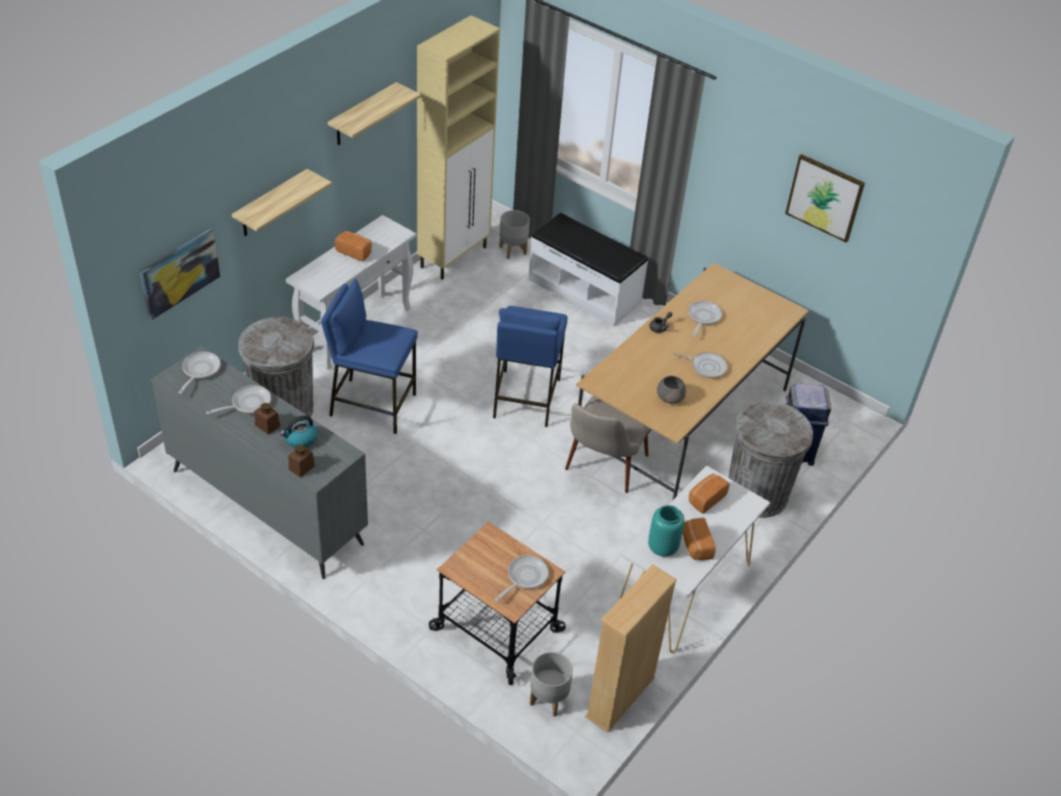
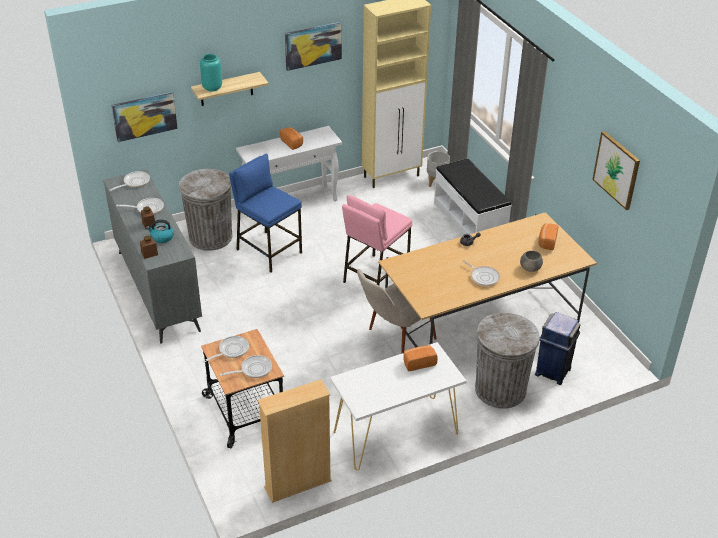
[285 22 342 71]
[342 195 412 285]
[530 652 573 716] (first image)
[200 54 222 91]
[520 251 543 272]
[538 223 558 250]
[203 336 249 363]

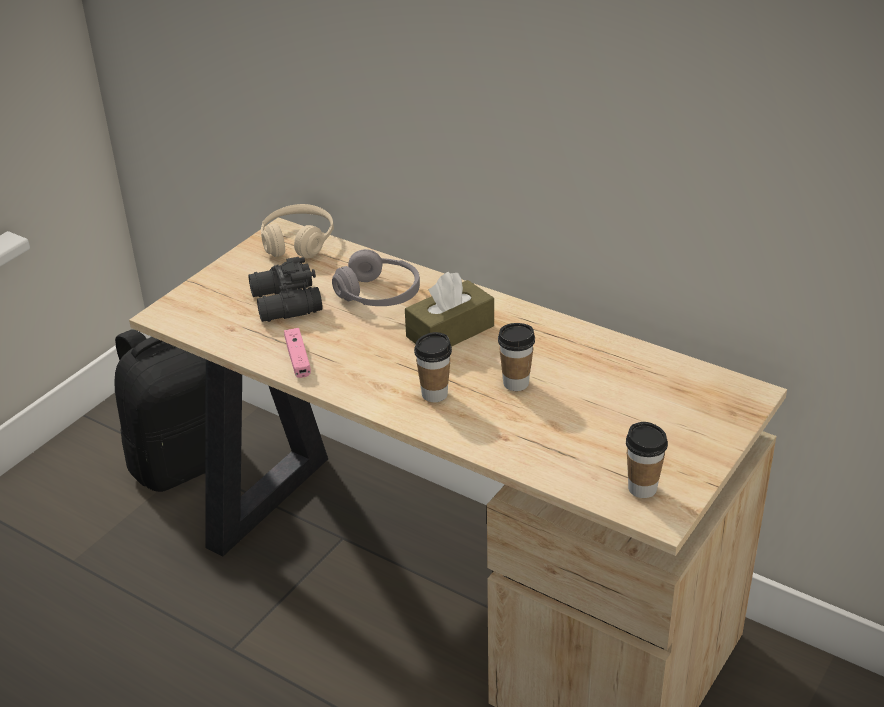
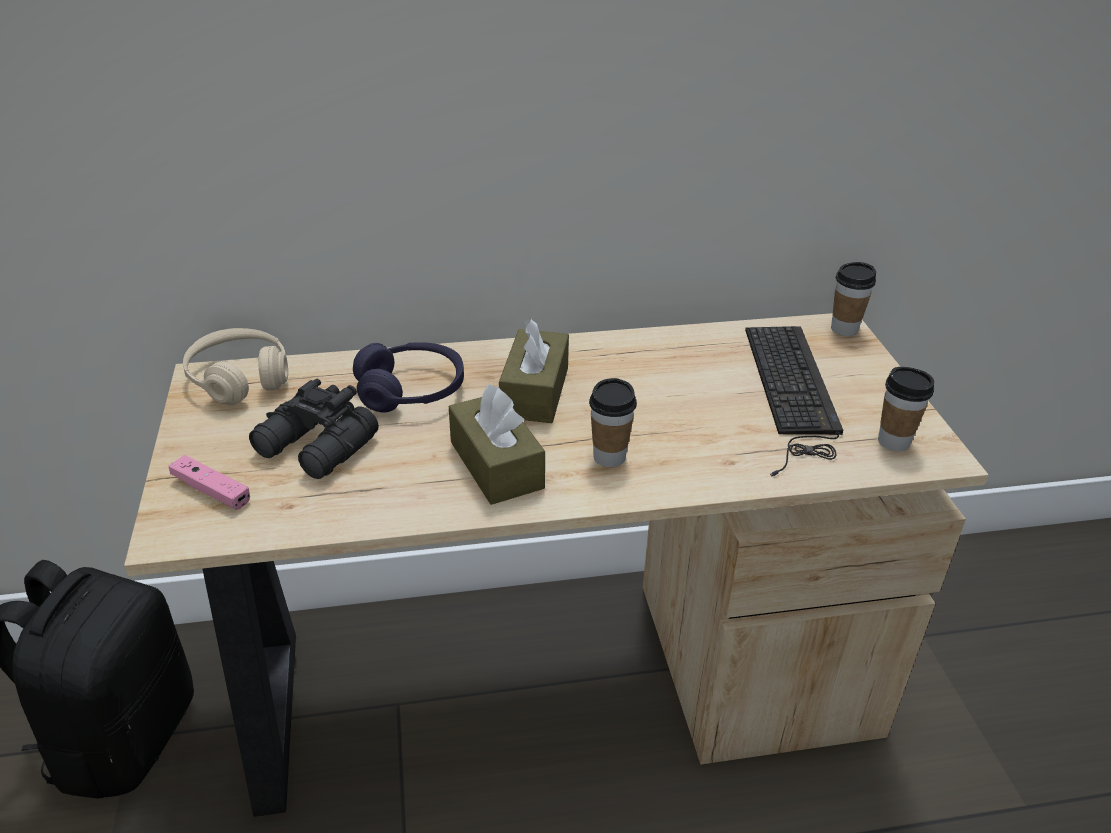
[168 455 250 510]
[353 342 464 412]
[831 262 876 336]
[449 384 545 505]
[745 326 843 476]

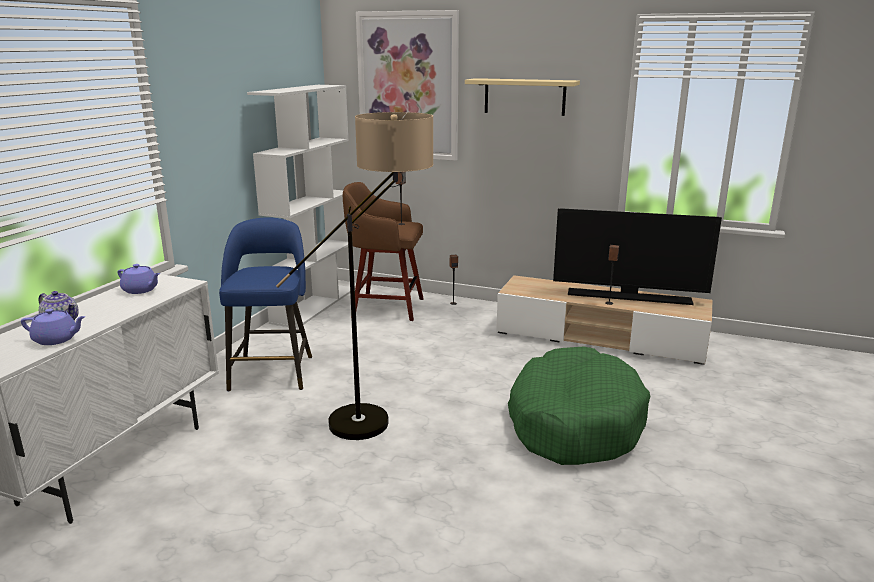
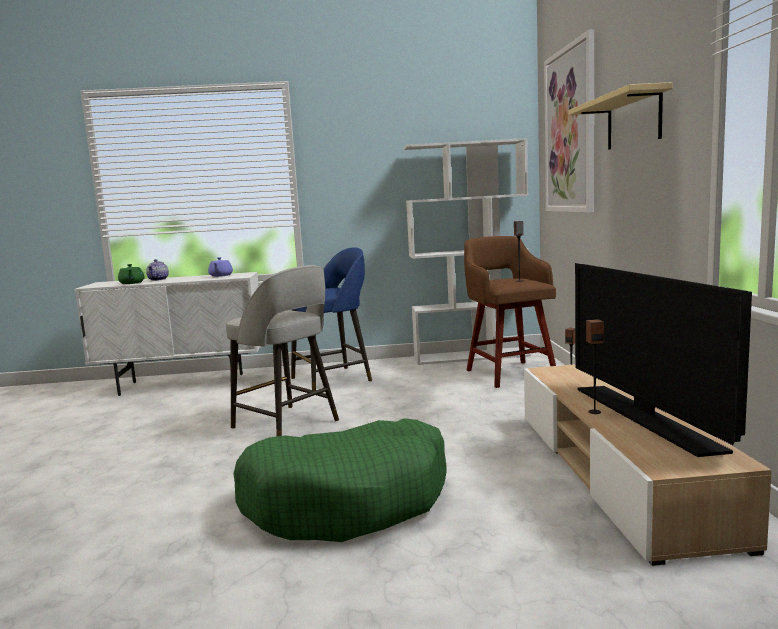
[118 264 145 284]
[226 265 339 436]

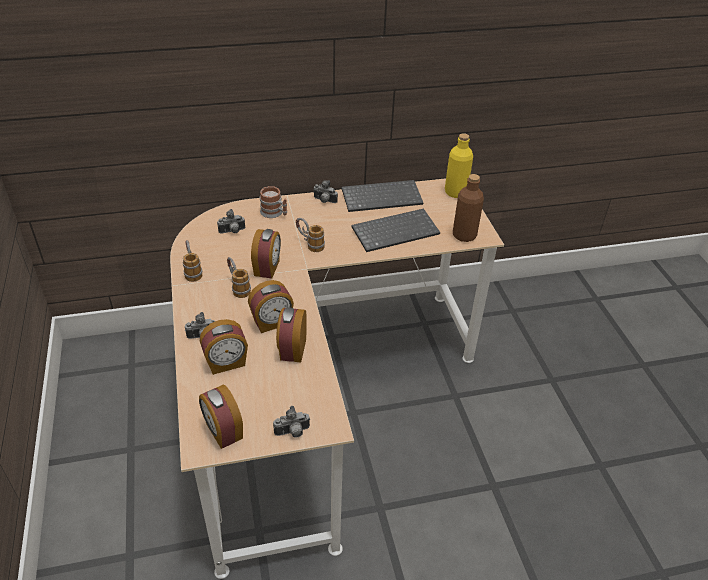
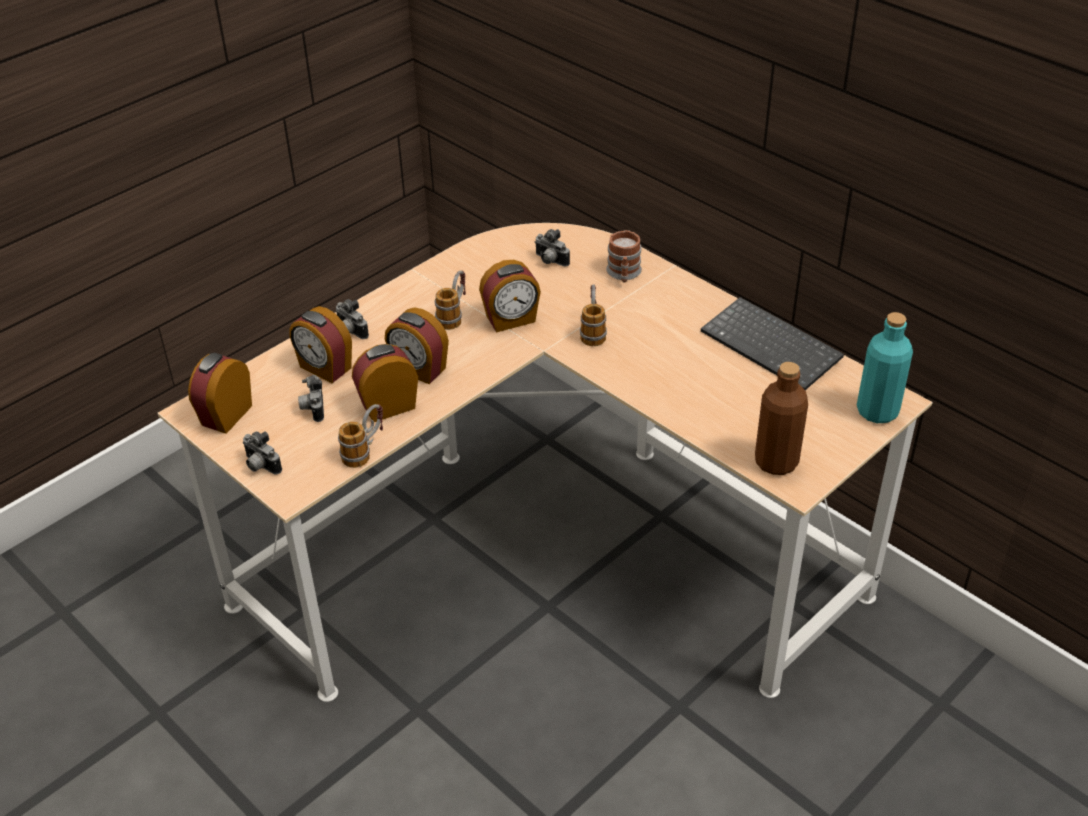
[338 404 383 468]
[298 375 324 422]
[352 208 440 252] (first image)
[857 312 913 423]

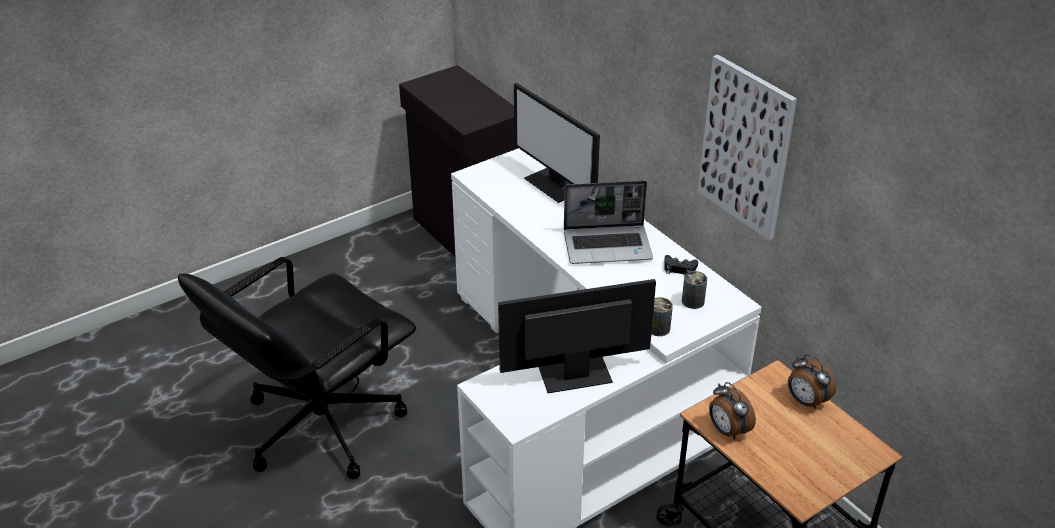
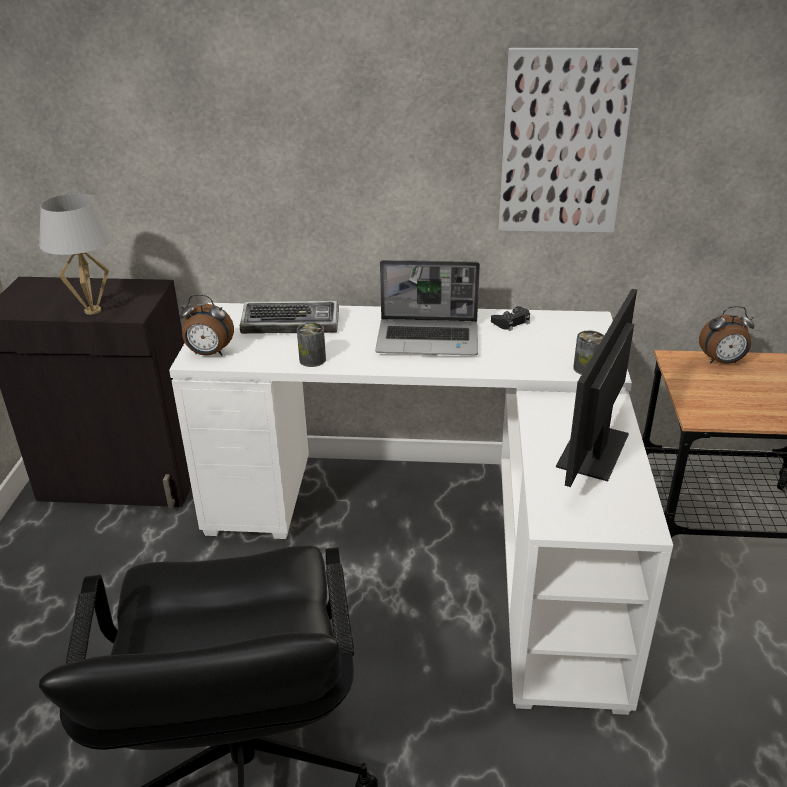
[240 301 339 334]
[375 260 480 355]
[297 323 326 367]
[179 294 234 356]
[39 194 113 315]

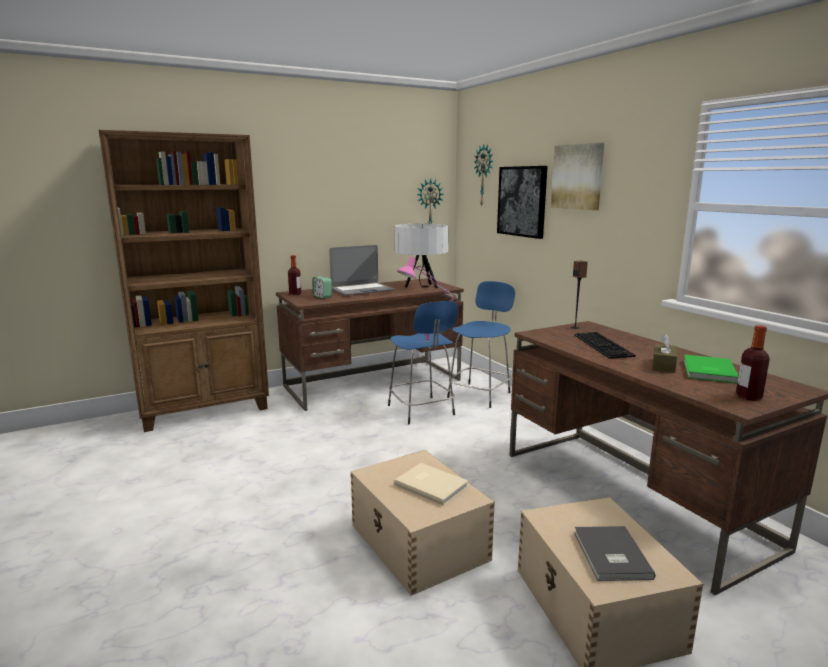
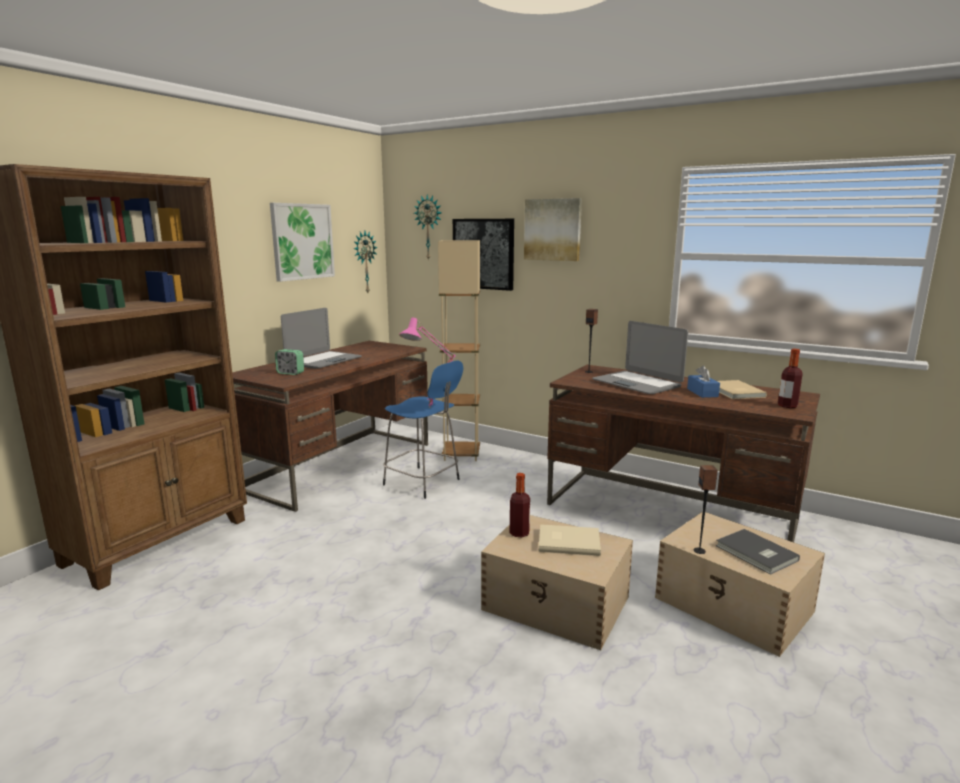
[510 473 530 537]
[394 224 449 288] (first image)
[438 240 480 461]
[592 321 688 394]
[687 365 720 398]
[717 380 767 399]
[270 203 335 282]
[693 465 718 554]

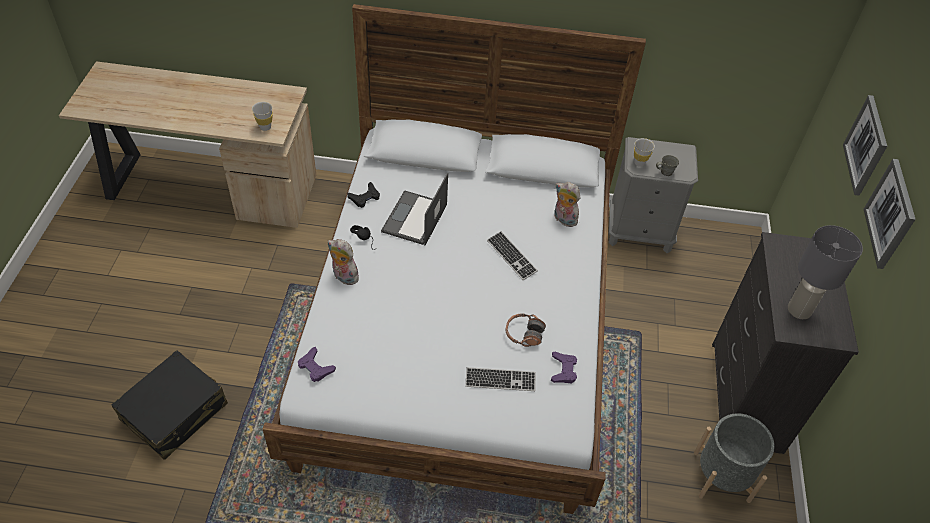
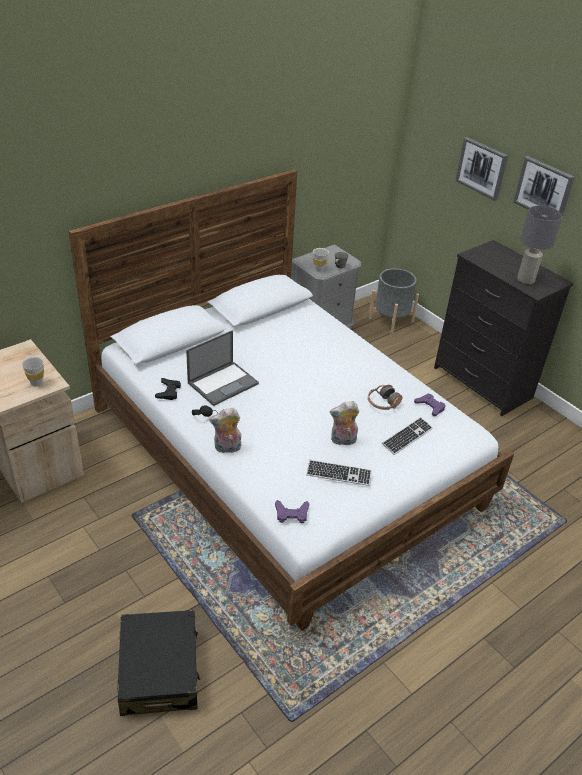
[186 330 259 406]
[306 460 372 486]
[330 401 359 445]
[368 268 419 333]

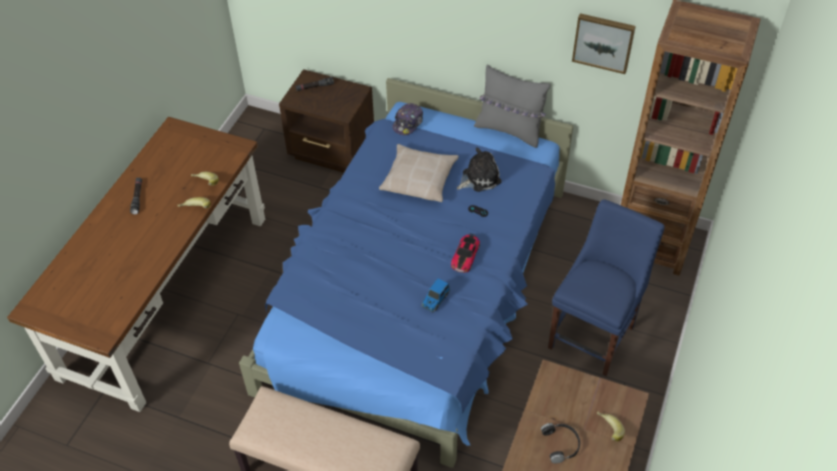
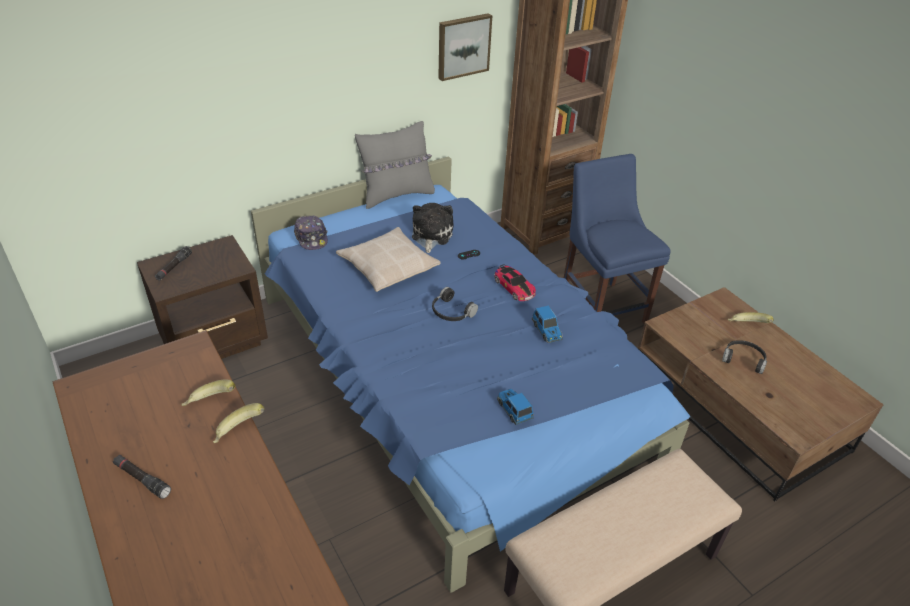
[432 287 478 321]
[497 389 534 425]

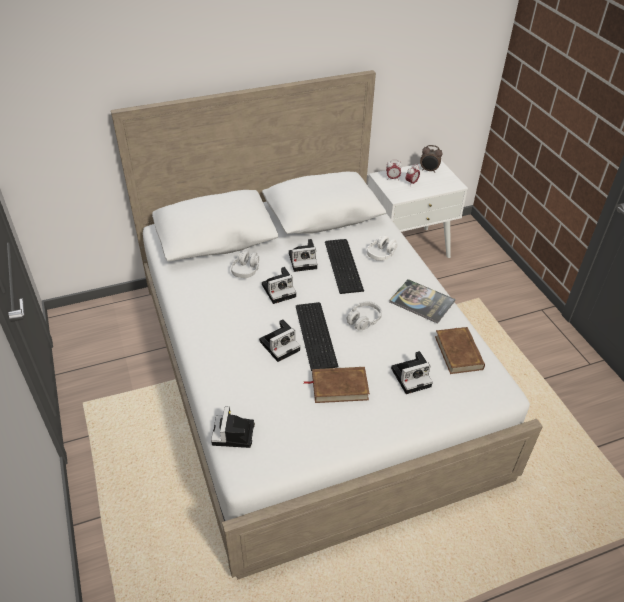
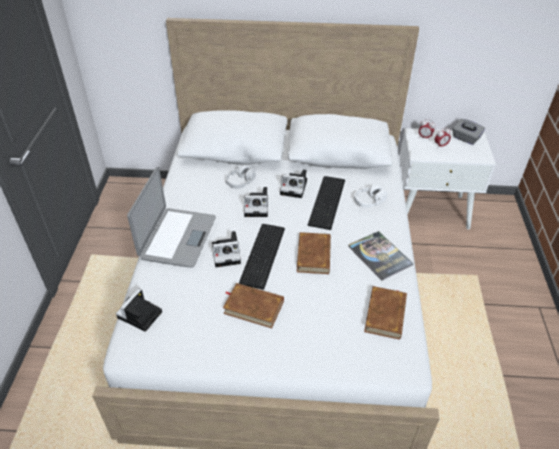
[297 232 331 274]
[391 351 433 394] (first image)
[453 119 485 145]
[127 167 216 267]

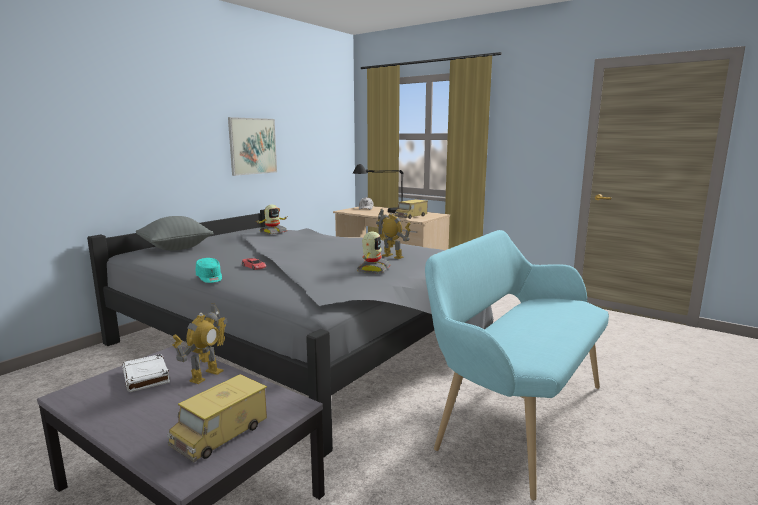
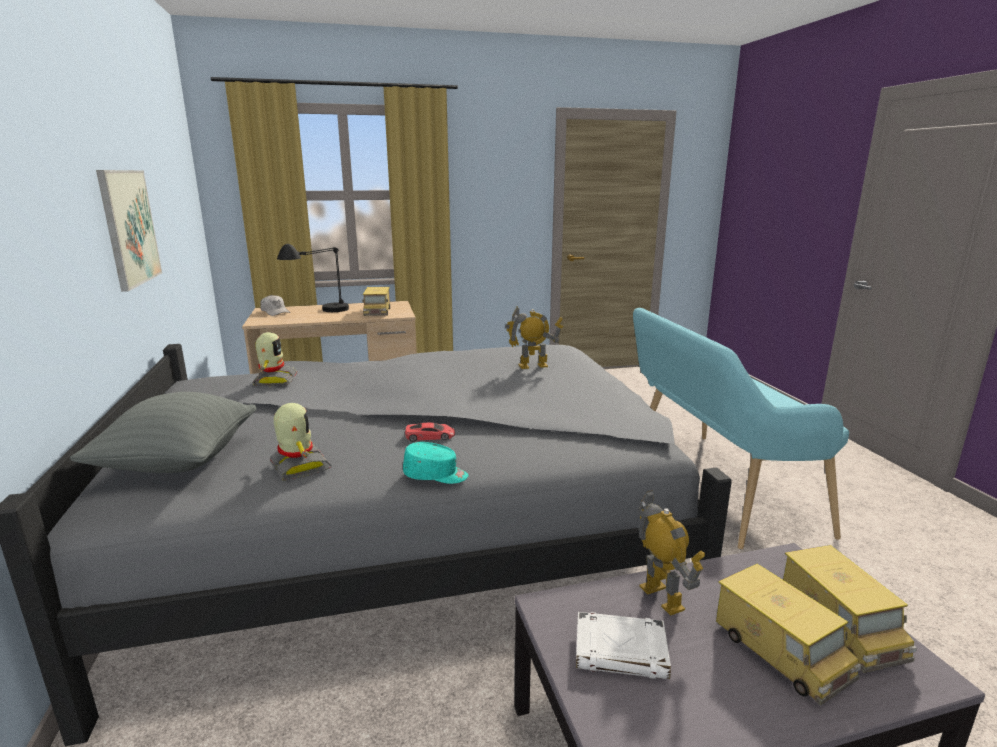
[270 403 331 481]
[716 564 862 705]

